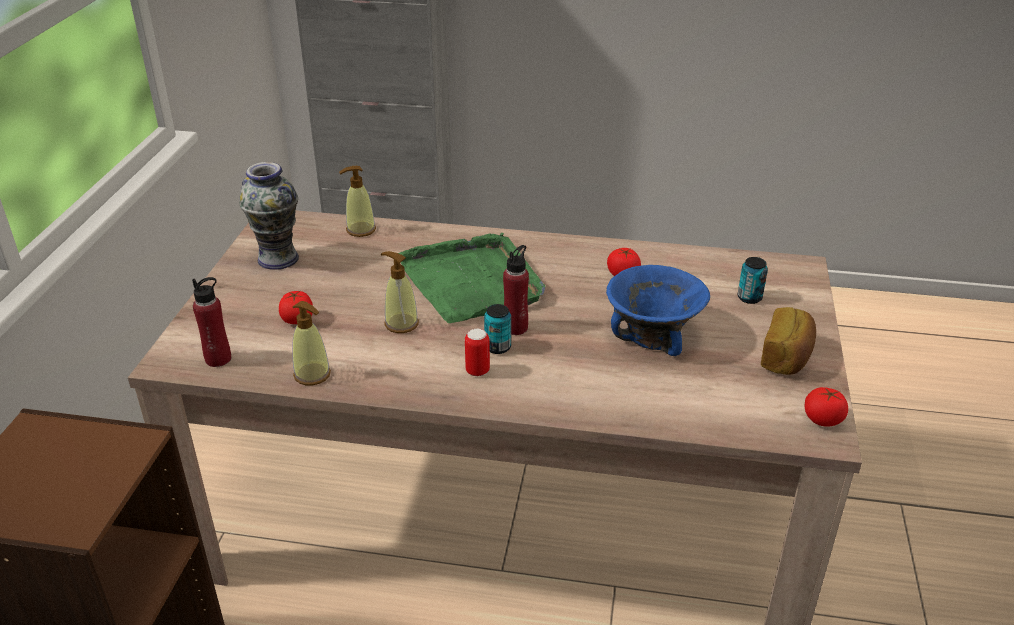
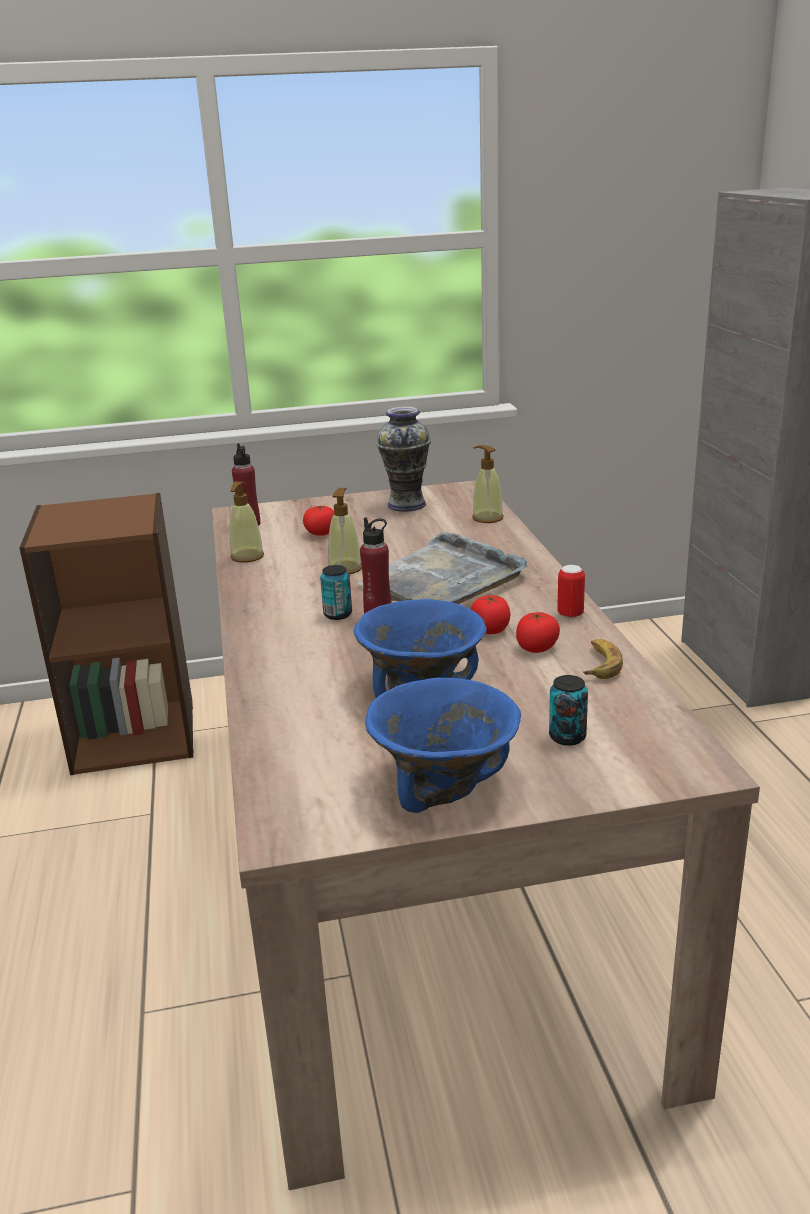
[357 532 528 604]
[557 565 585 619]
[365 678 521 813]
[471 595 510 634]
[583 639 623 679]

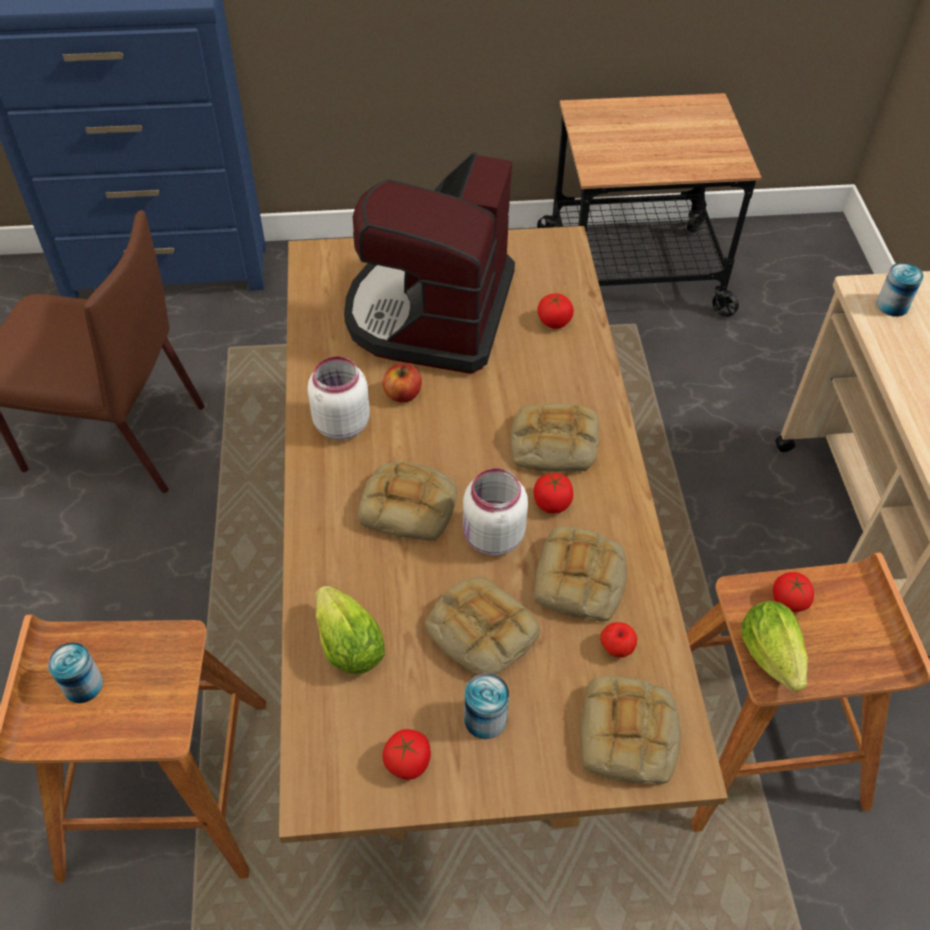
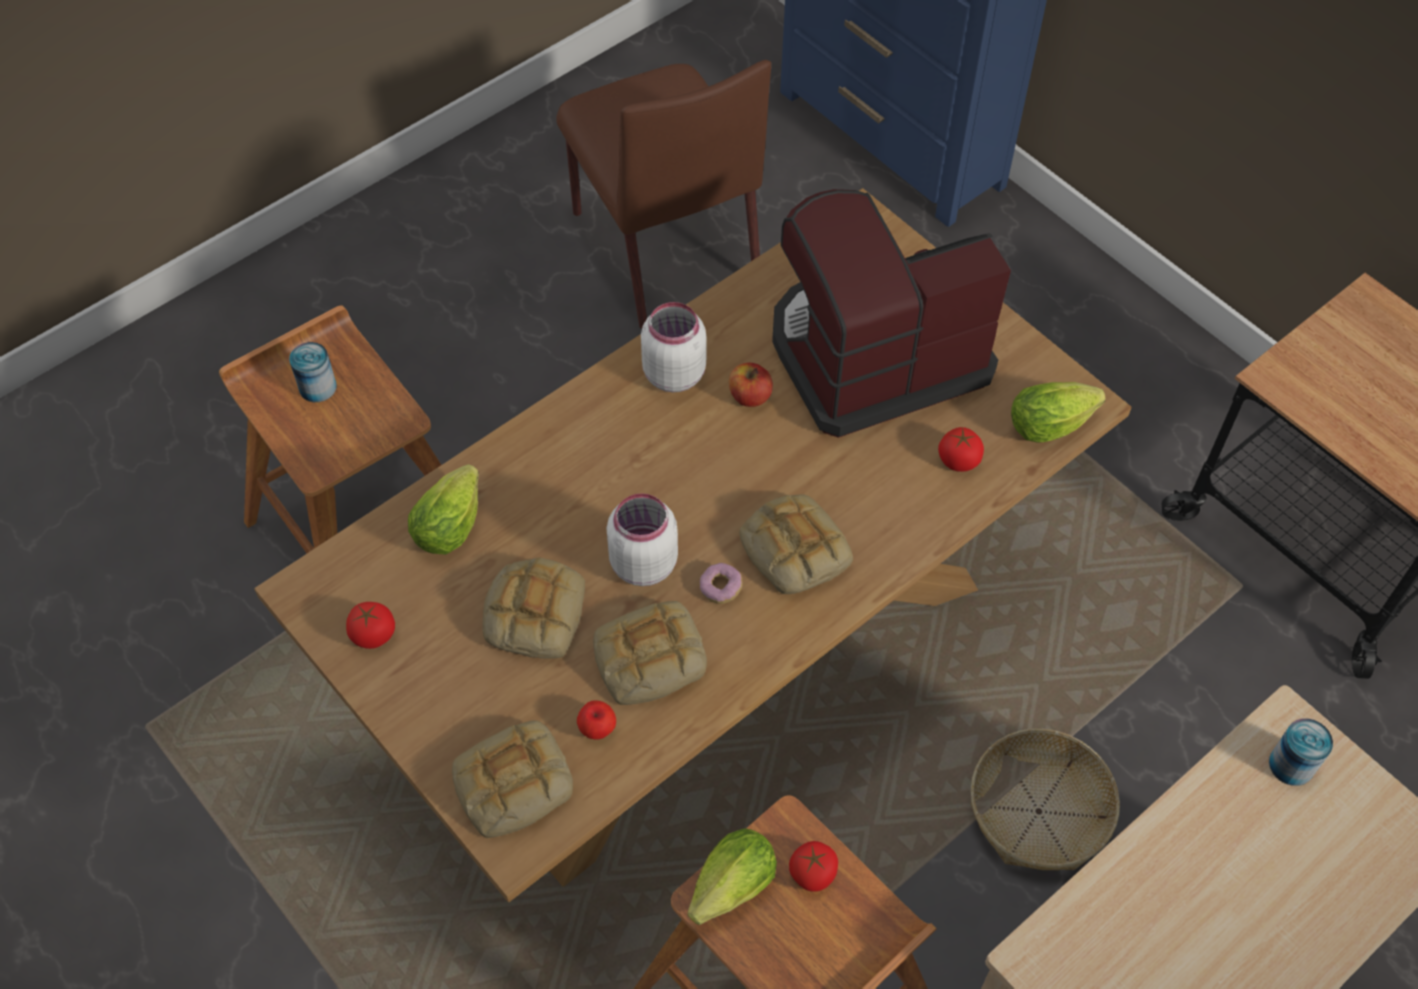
[358 461 457 541] (first image)
[464 673 509 739] (first image)
[699 563 743 604]
[971 729 1120 870]
[1011 382 1106 443]

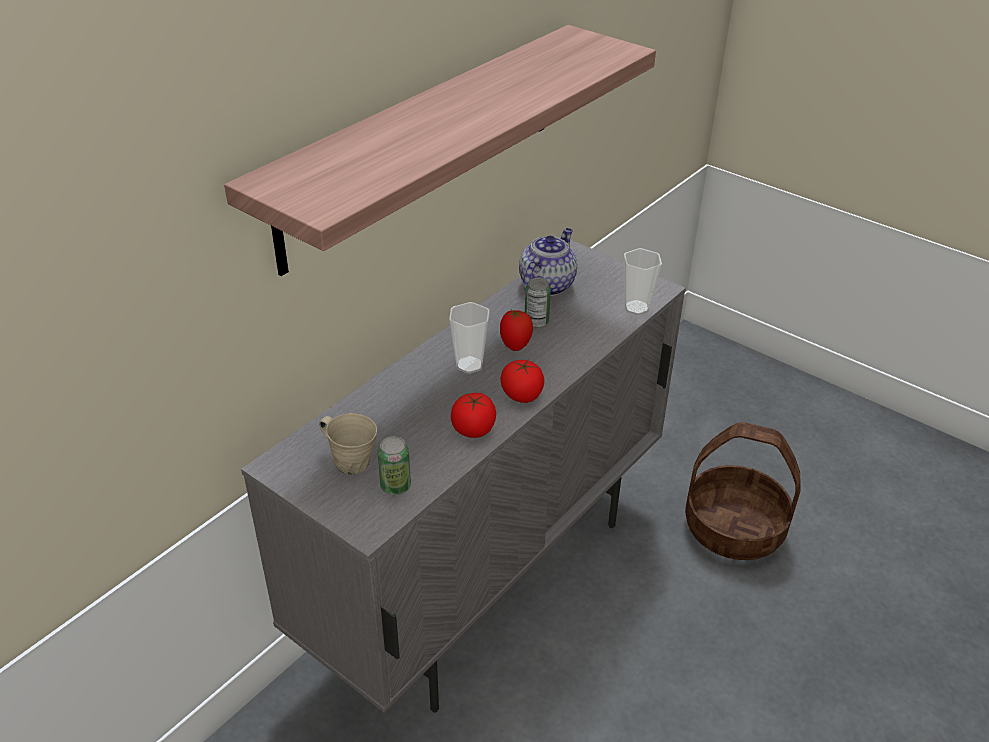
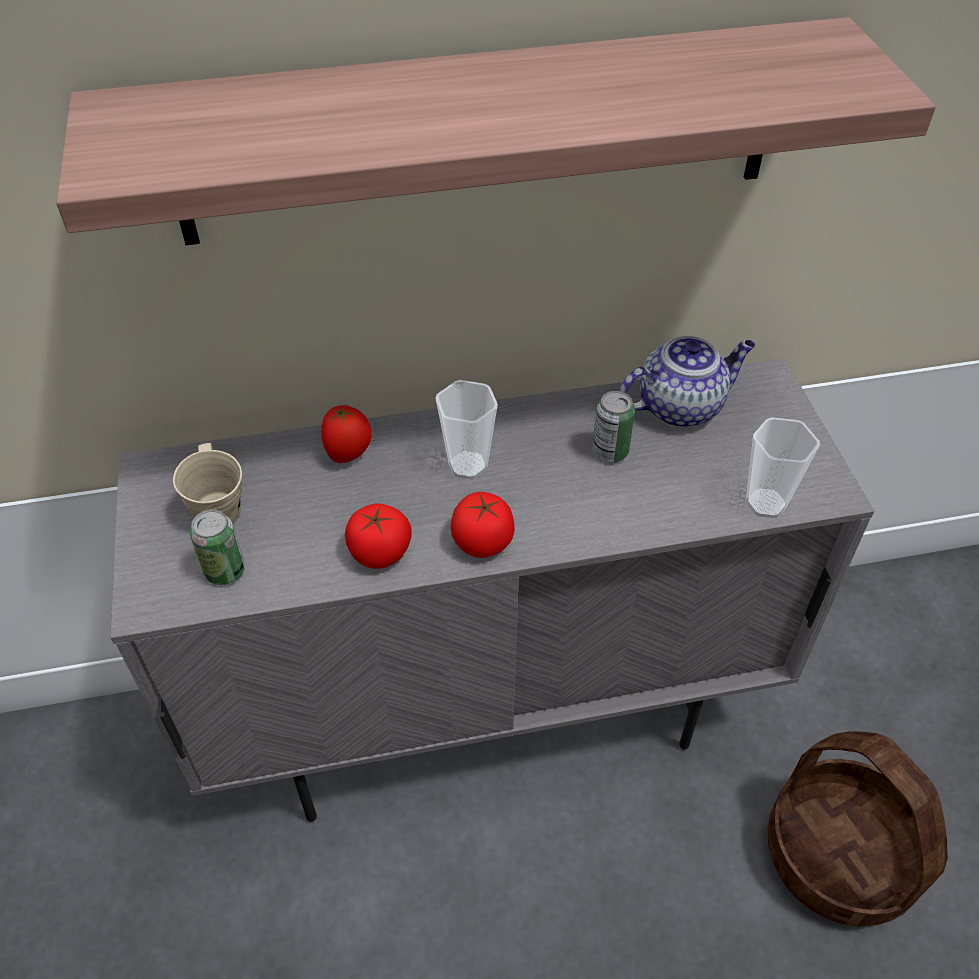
[321 403 371 463]

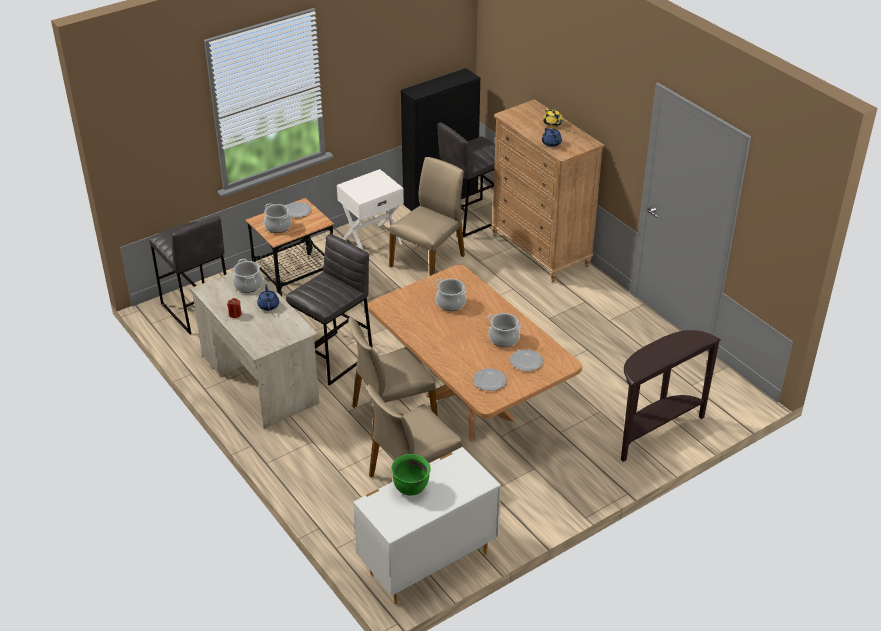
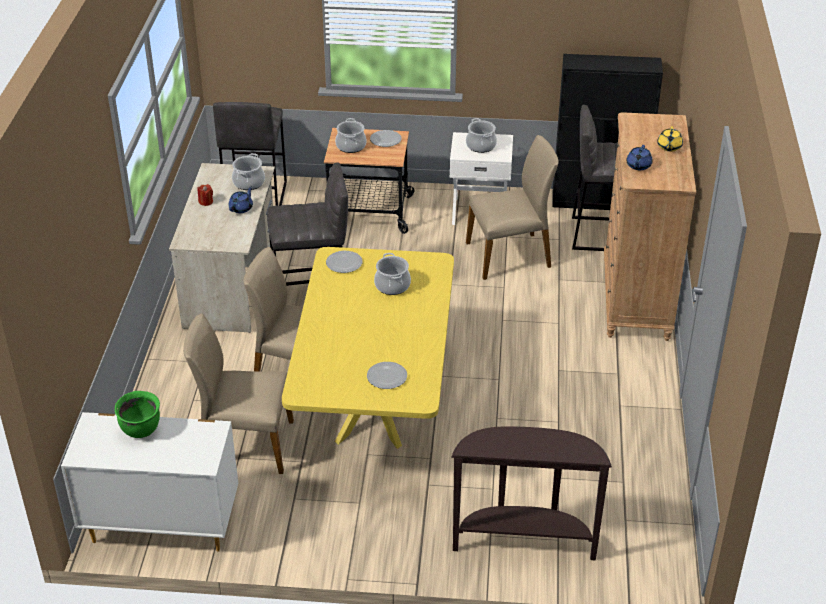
[282 247 454 449]
[326 251 363 273]
[466 118 497 153]

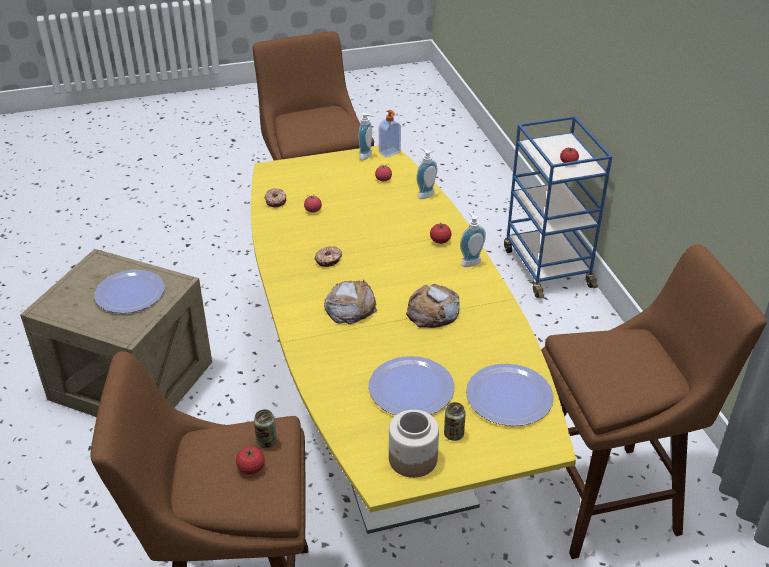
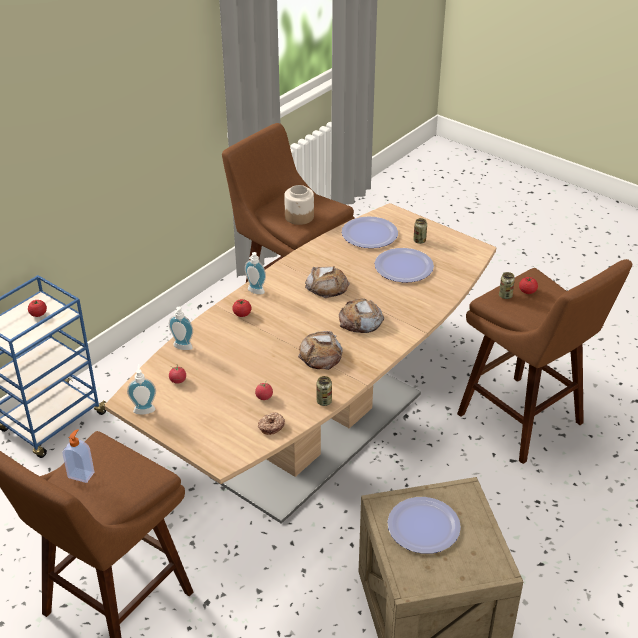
[104 203 497 524]
[298 331 343 370]
[62 429 94 483]
[284 185 314 225]
[316 376 332 406]

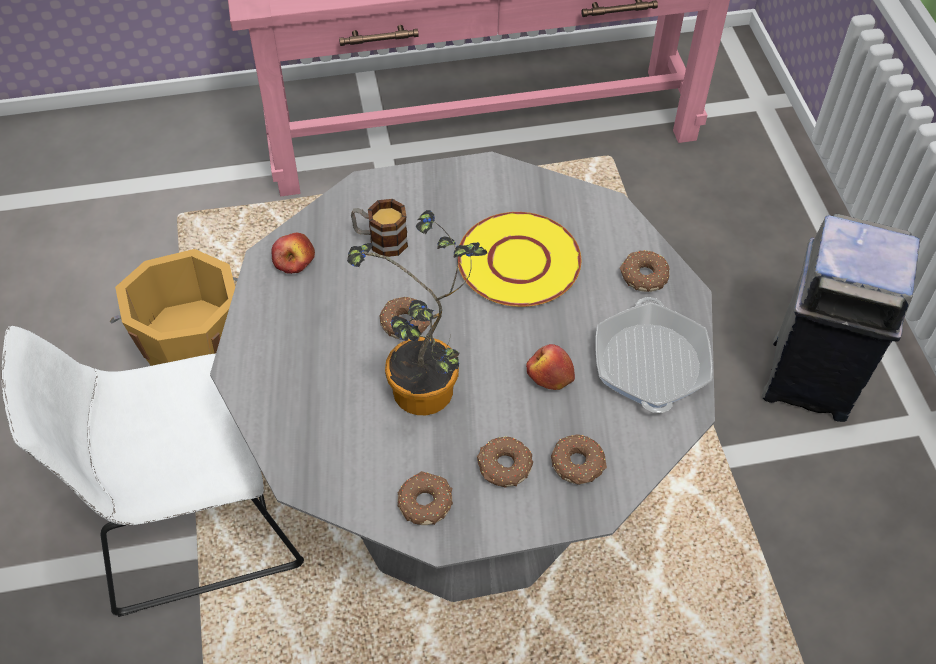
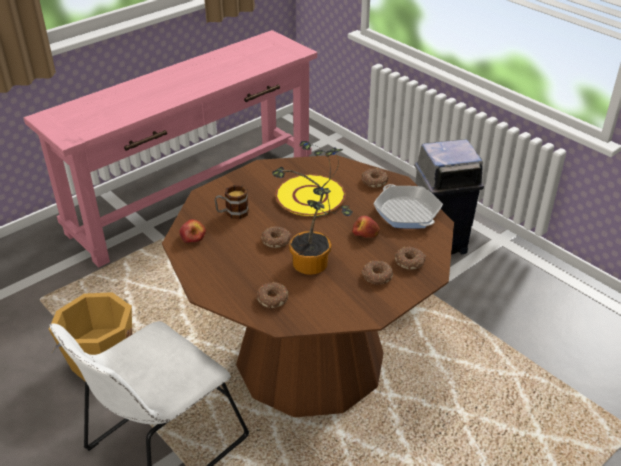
[162 155 454 417]
[257 282 289 308]

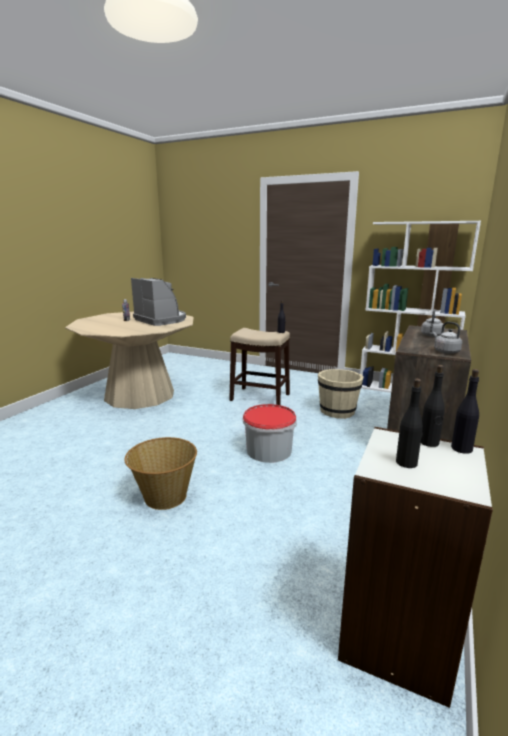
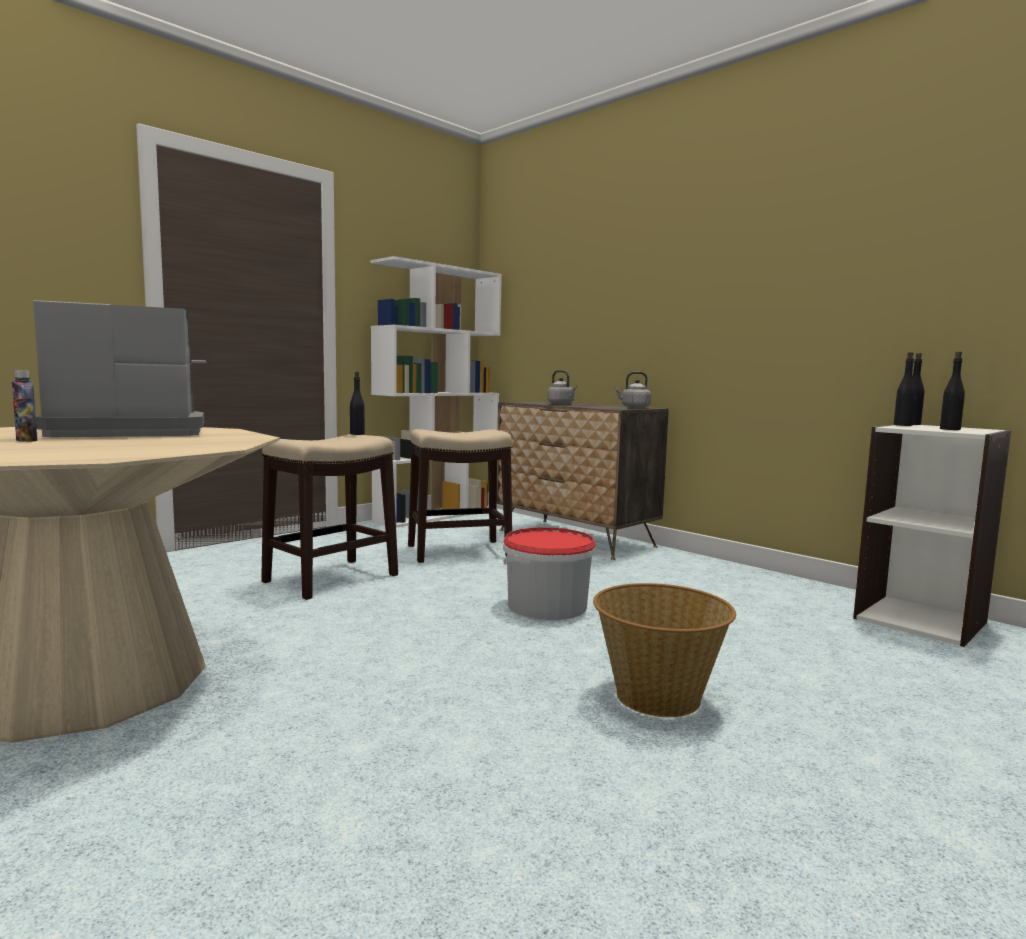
[408 429 513 563]

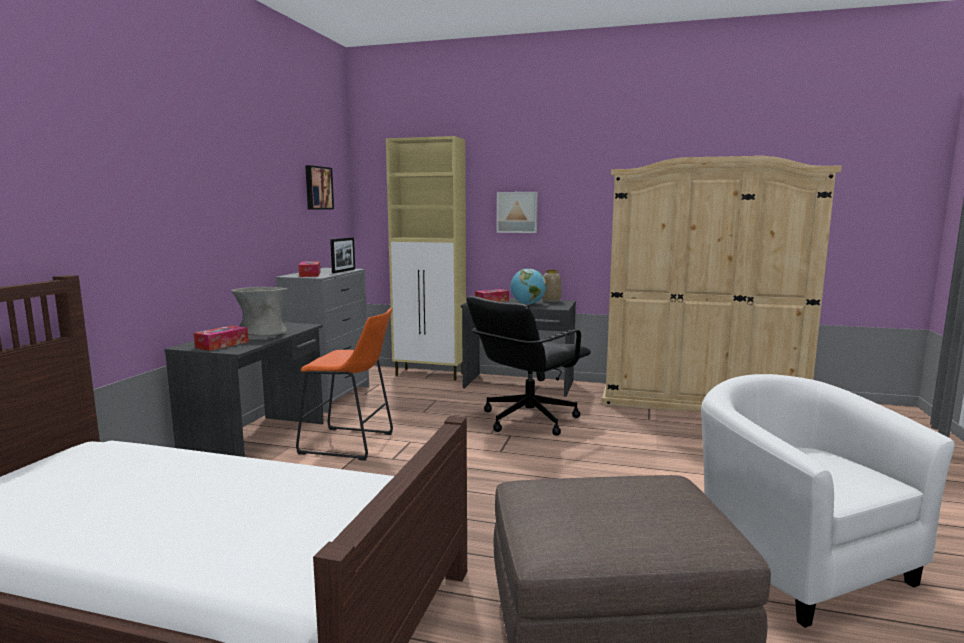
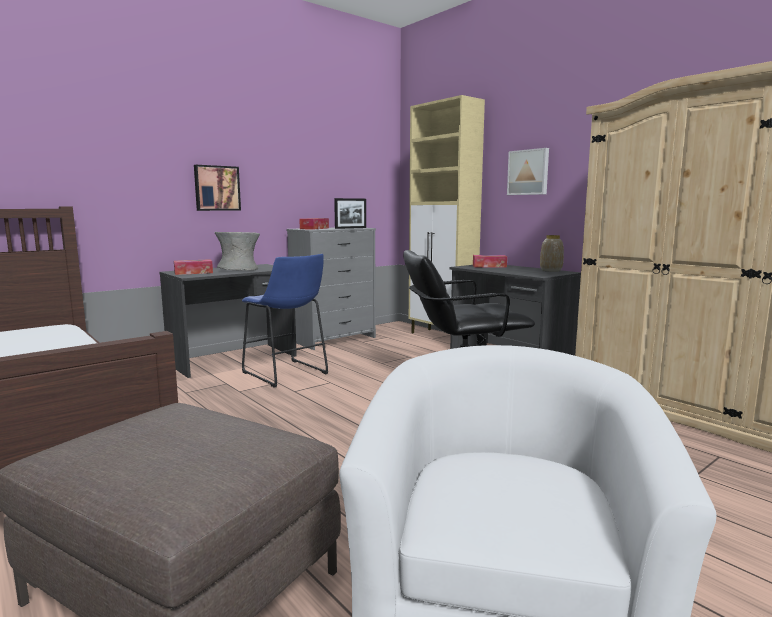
[242 254 328 388]
[194 165 241 211]
[511 269 546 305] (first image)

